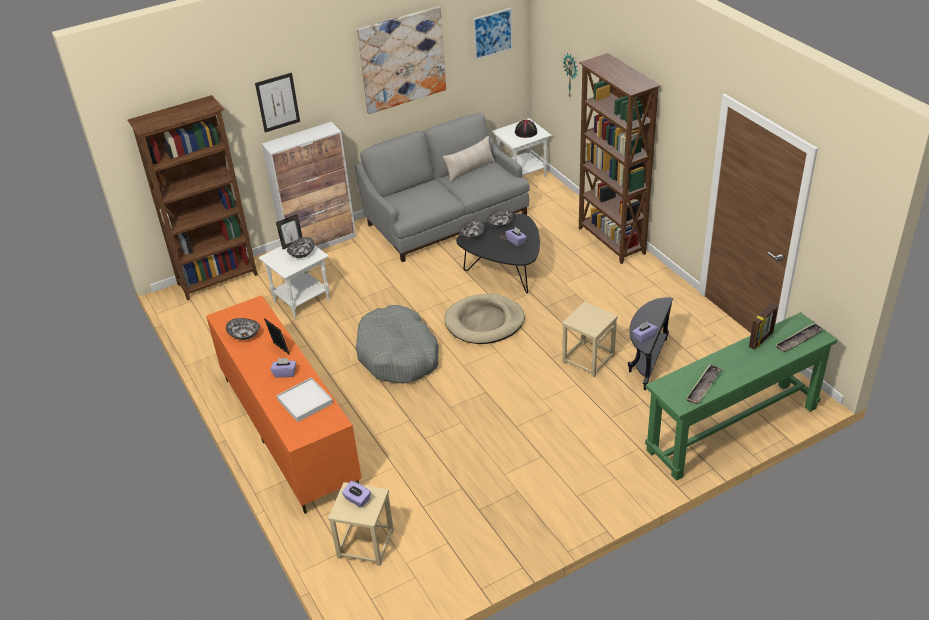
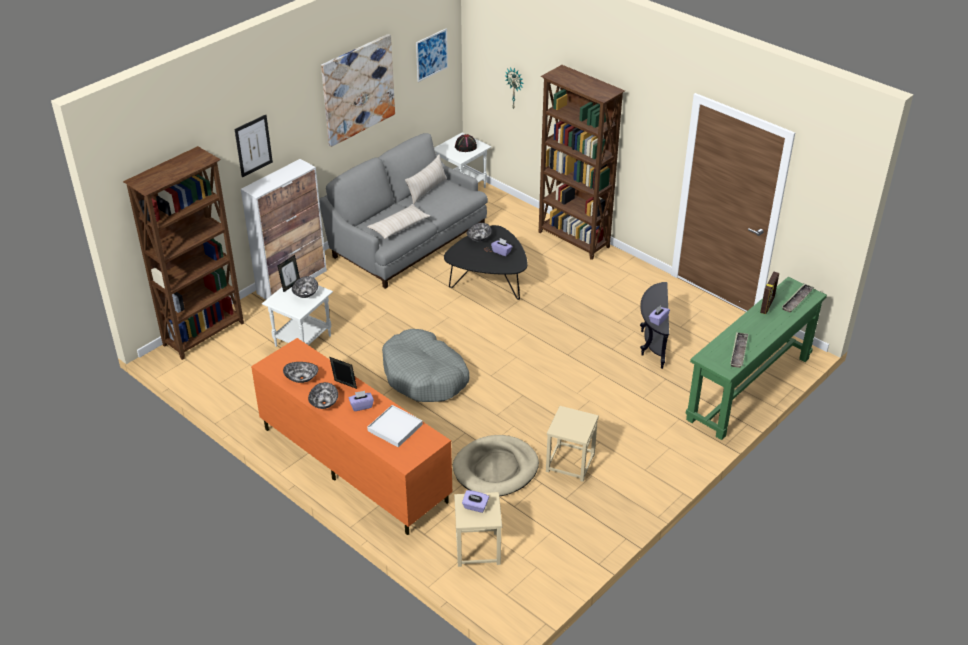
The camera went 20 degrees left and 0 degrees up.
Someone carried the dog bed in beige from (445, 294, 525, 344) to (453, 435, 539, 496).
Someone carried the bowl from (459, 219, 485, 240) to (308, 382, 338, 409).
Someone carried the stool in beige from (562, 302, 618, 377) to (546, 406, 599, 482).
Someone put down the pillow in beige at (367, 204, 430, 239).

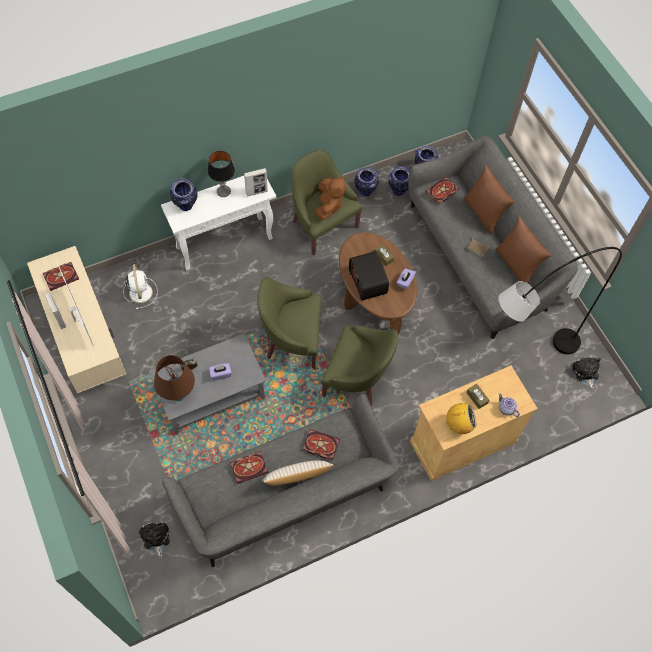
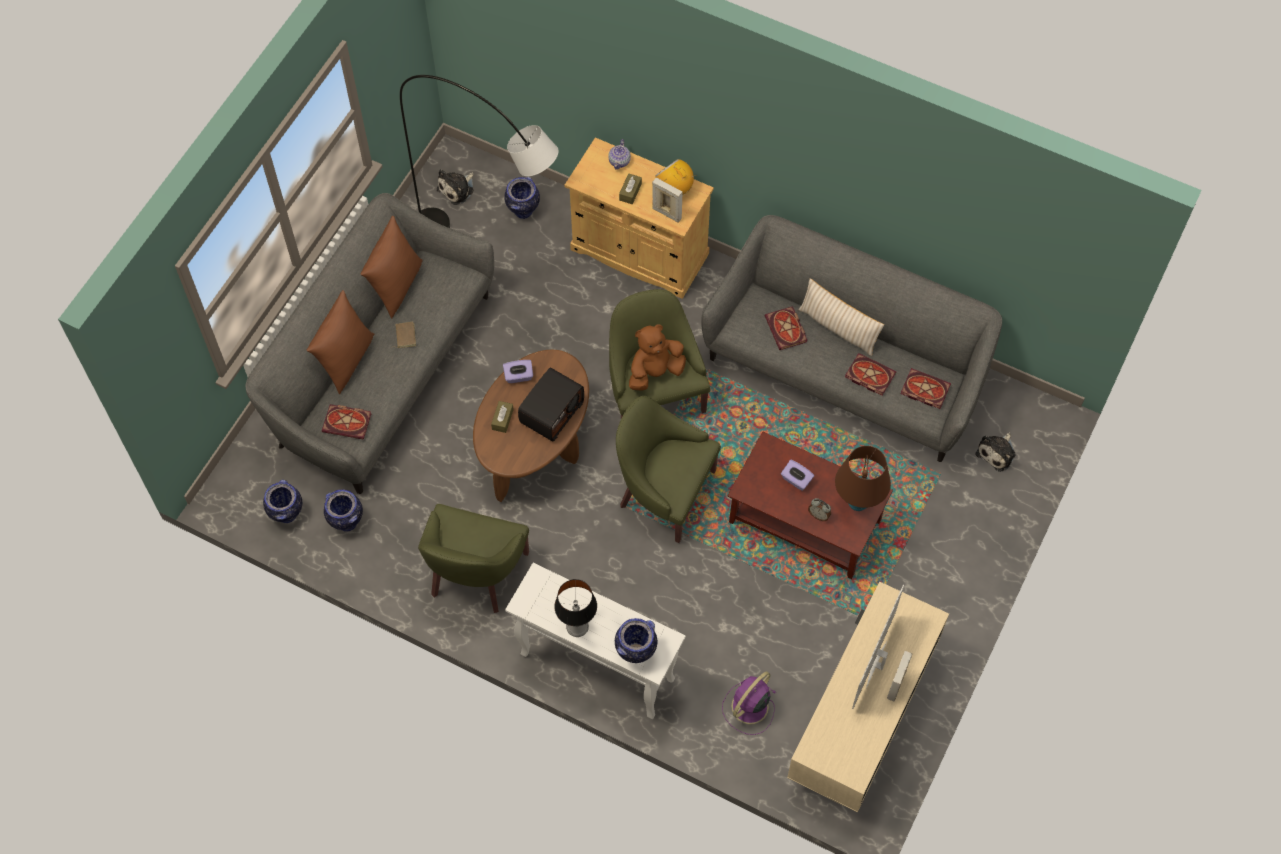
The camera went 125 degrees left and 0 degrees up.
Someone carried the book from (43, 262, 79, 291) to (901, 368, 951, 409).
Someone repainted the fan in white at (123, 264, 158, 309), which became the fan in purple at (722, 671, 776, 735).
Someone repainted the coffee table in grey at (149, 334, 266, 435), which became the coffee table in brown at (727, 432, 893, 579).
Someone carried the picture frame from (244, 168, 268, 197) to (652, 178, 682, 223).
Someone rotated the armchair in green at (257, 277, 321, 368) by 150 degrees clockwise.
Someone carried the plush toy in brown from (315, 176, 345, 220) to (629, 324, 686, 391).
Someone carried the vase from (355, 167, 379, 197) to (504, 177, 540, 219).

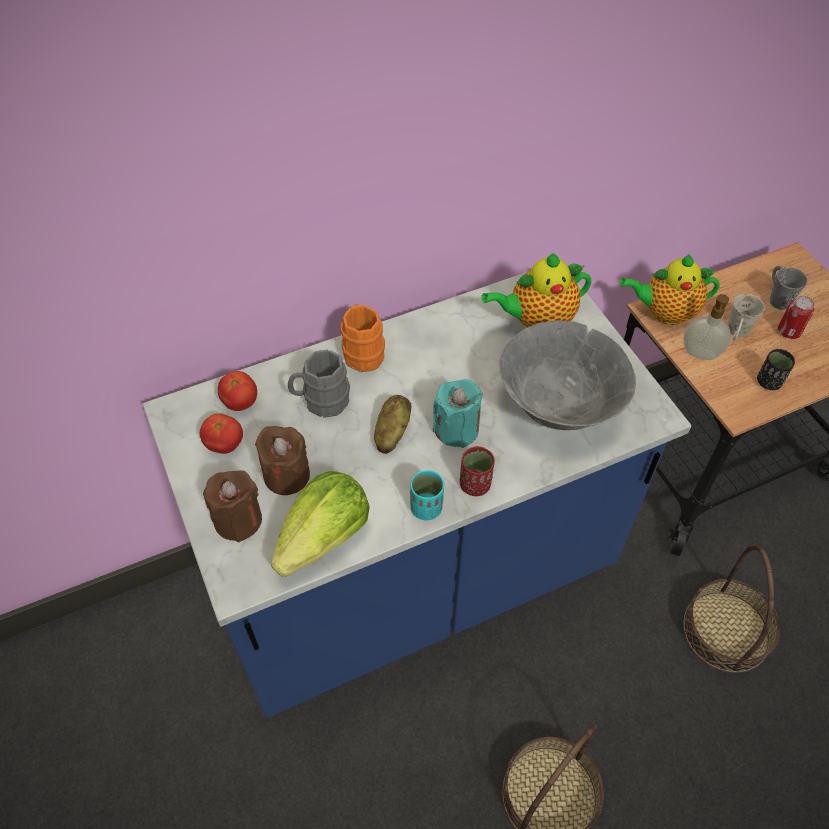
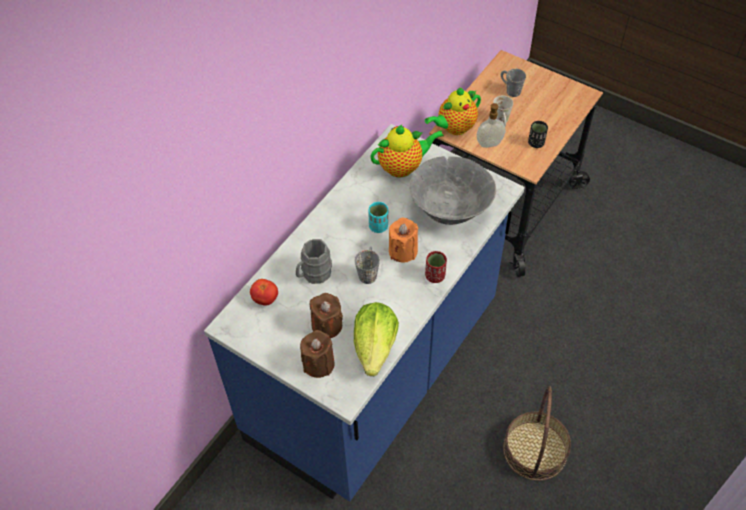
The camera went 30 degrees left and 0 degrees up.
Someone took away the tomato at (200, 414, 243, 454).
Someone took away the mug in orange at (340, 304, 385, 372).
Someone swapped the potato at (374, 395, 411, 454) for the mug in grey at (355, 247, 380, 284).
Someone carried the cup in turquoise from (410, 470, 444, 520) to (369, 202, 388, 233).
Someone repainted the candle in turquoise at (433, 379, 482, 448), which became the candle in orange at (389, 218, 419, 263).
Someone rotated the teapot at (481, 253, 591, 328) by 150 degrees counterclockwise.
Someone took away the basket at (683, 545, 780, 673).
Someone took away the can at (778, 295, 814, 339).

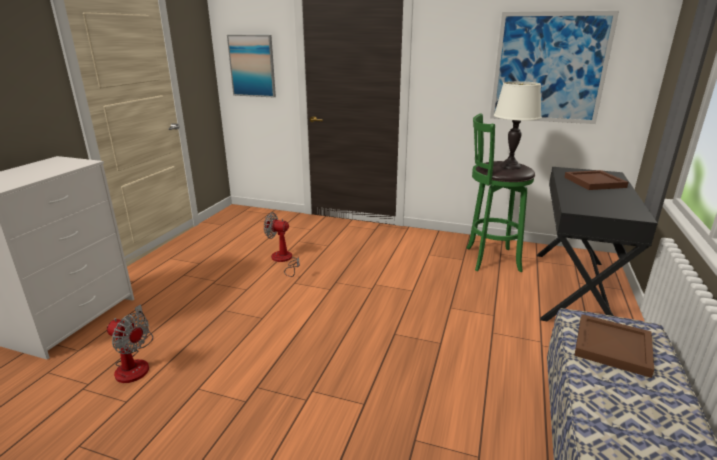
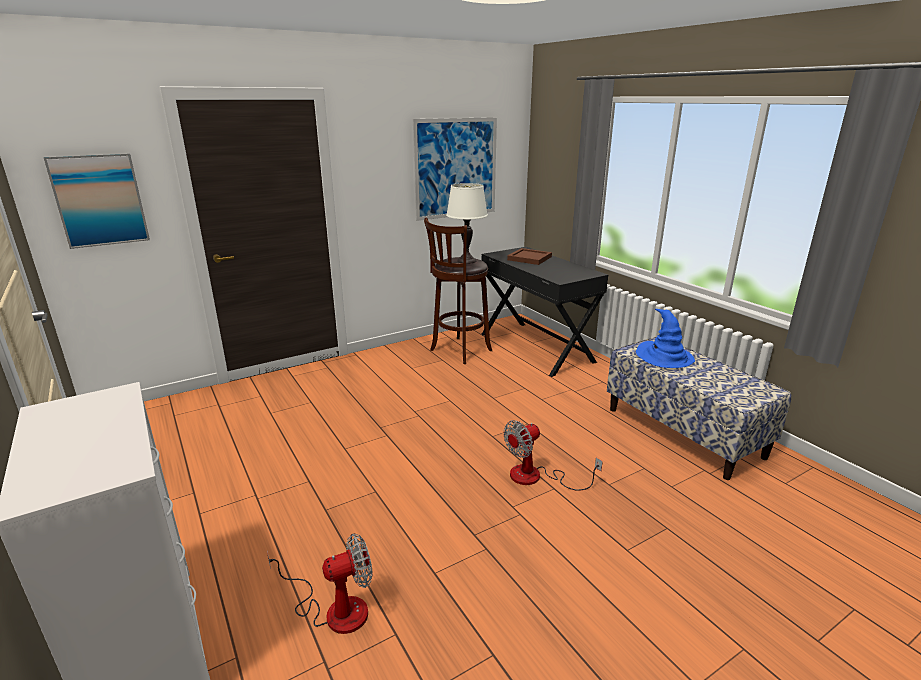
The camera went 50 degrees left and 0 degrees up.
Someone carried the fan from (264, 212, 300, 277) to (504, 420, 603, 490).
Someone repainted the stool in green at (466, 113, 535, 272), which became the stool in brown at (424, 218, 492, 364).
Someone swapped the tray in brown at (574, 314, 654, 378) for the hat in blue at (636, 309, 695, 368).

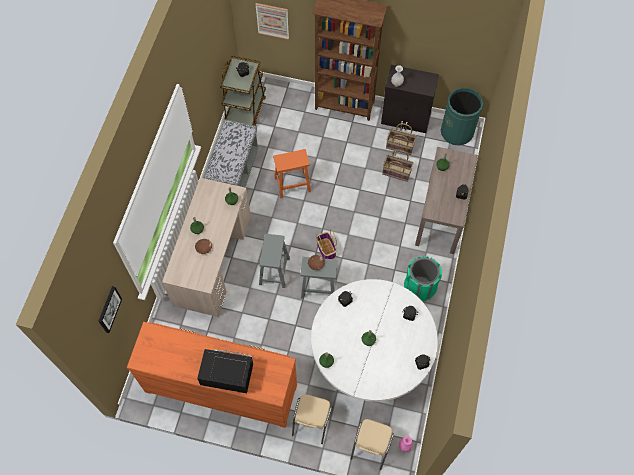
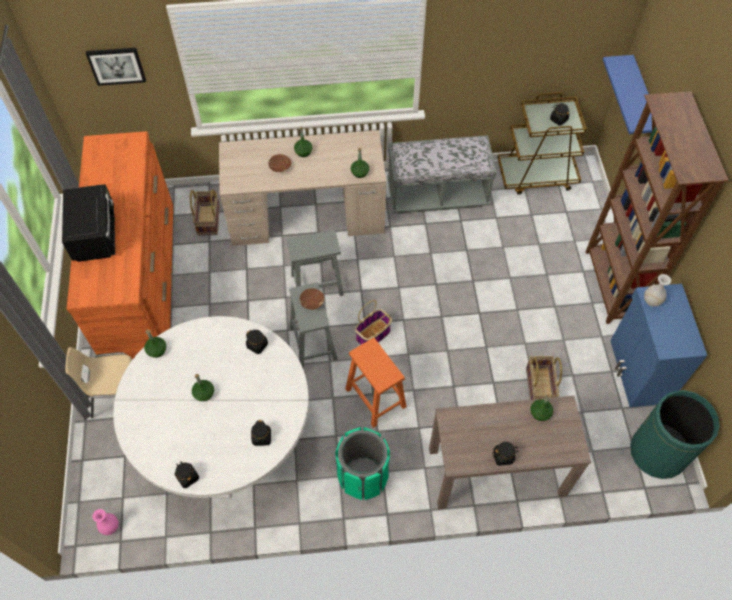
The camera went 70 degrees right and 5 degrees down.
Someone swapped the picture at (255, 3, 289, 40) for the shelf in blue at (603, 55, 656, 136).
Someone carried the stool in orange from (273, 149, 311, 199) to (345, 338, 406, 428).
Someone took away the chair in beige at (350, 419, 394, 470).
Someone repainted the cabinet in black at (381, 65, 439, 133), which became the cabinet in blue at (610, 284, 708, 407).
Someone carried the basket from (386, 123, 417, 155) to (190, 189, 220, 236).

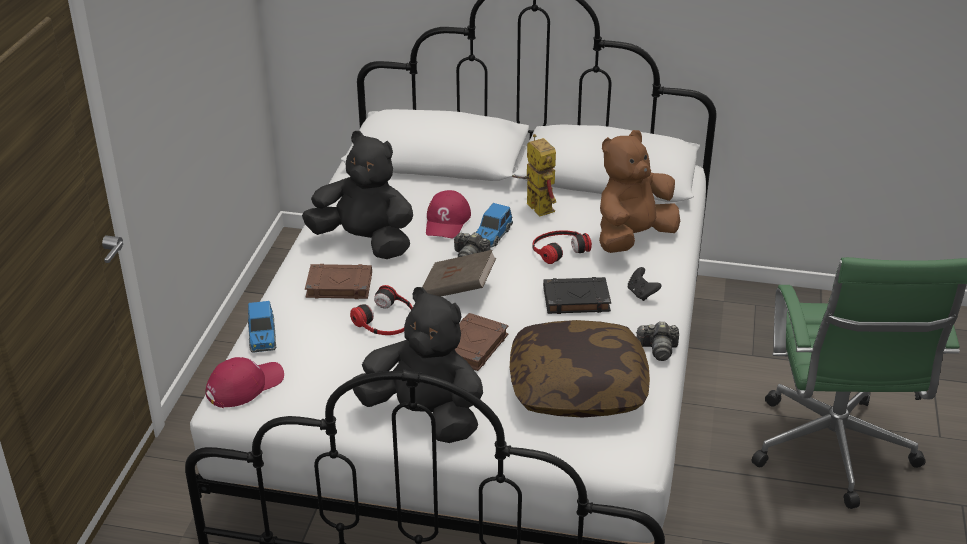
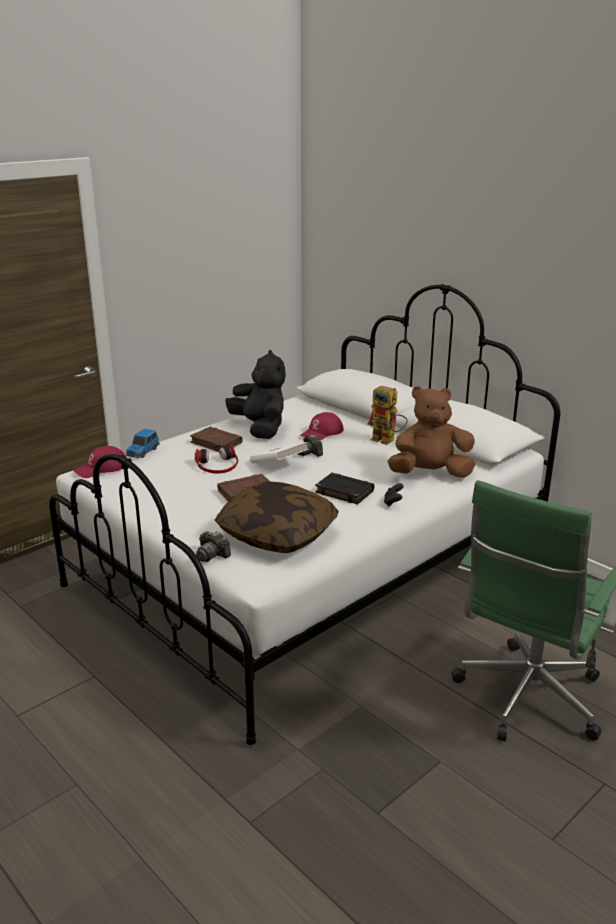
The camera went 35 degrees right and 10 degrees down.
Someone rotated the cap in red at (205, 357, 284, 408) by 150 degrees clockwise.
Someone took away the plush toy in black at (353, 287, 483, 443).
Someone repainted the book in brown at (422, 250, 496, 297), which became the book in white at (250, 442, 309, 463).
Someone took away the toy car at (475, 203, 513, 248).
Someone rotated the toy robot at (512, 134, 556, 217) by 120 degrees clockwise.
Someone took away the headphones at (532, 230, 592, 264).
Someone carried the photo camera from (637, 321, 679, 361) to (196, 531, 231, 562).

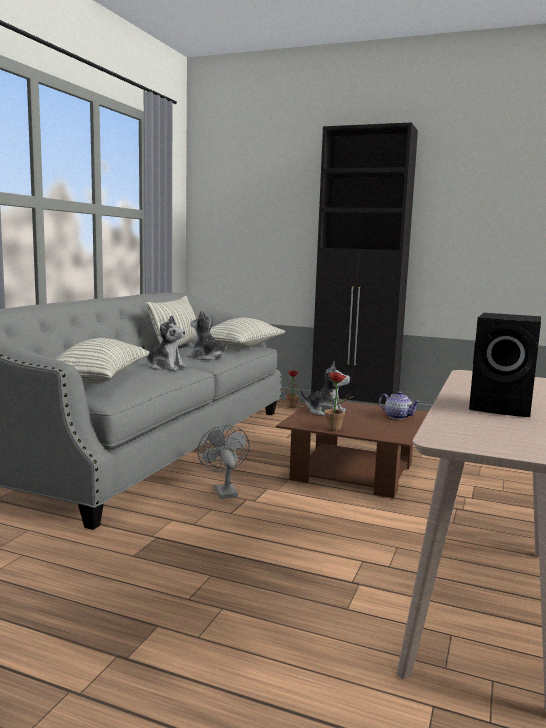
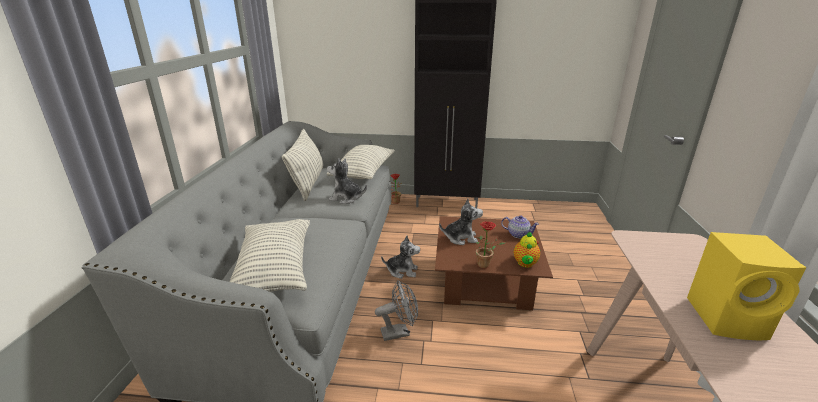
The camera went 15 degrees left and 15 degrees up.
Someone carried the plush toy from (142, 315, 187, 371) to (381, 235, 420, 279).
Someone rotated the fan in grey at (197, 425, 250, 499) by 105 degrees clockwise.
Someone repainted the speaker in black at (469, 313, 541, 417), which became the speaker in yellow at (687, 232, 806, 340).
Someone put down the teapot at (514, 232, 540, 268).

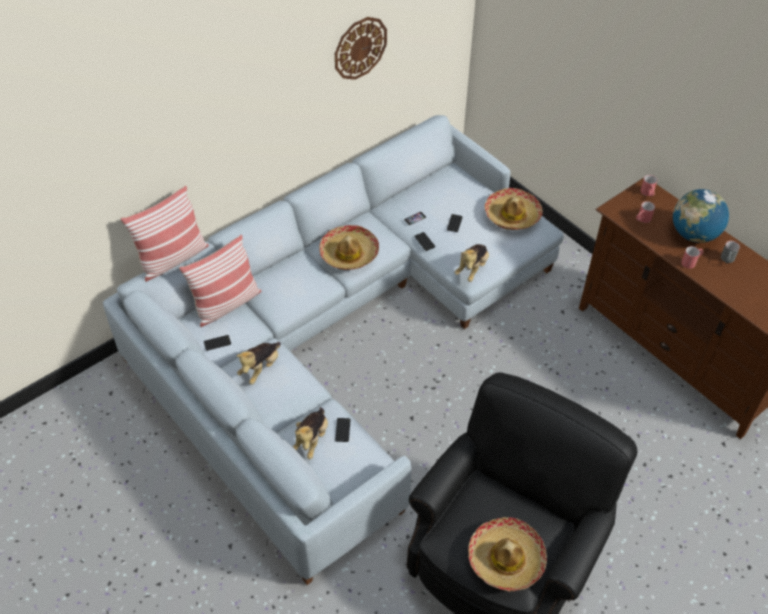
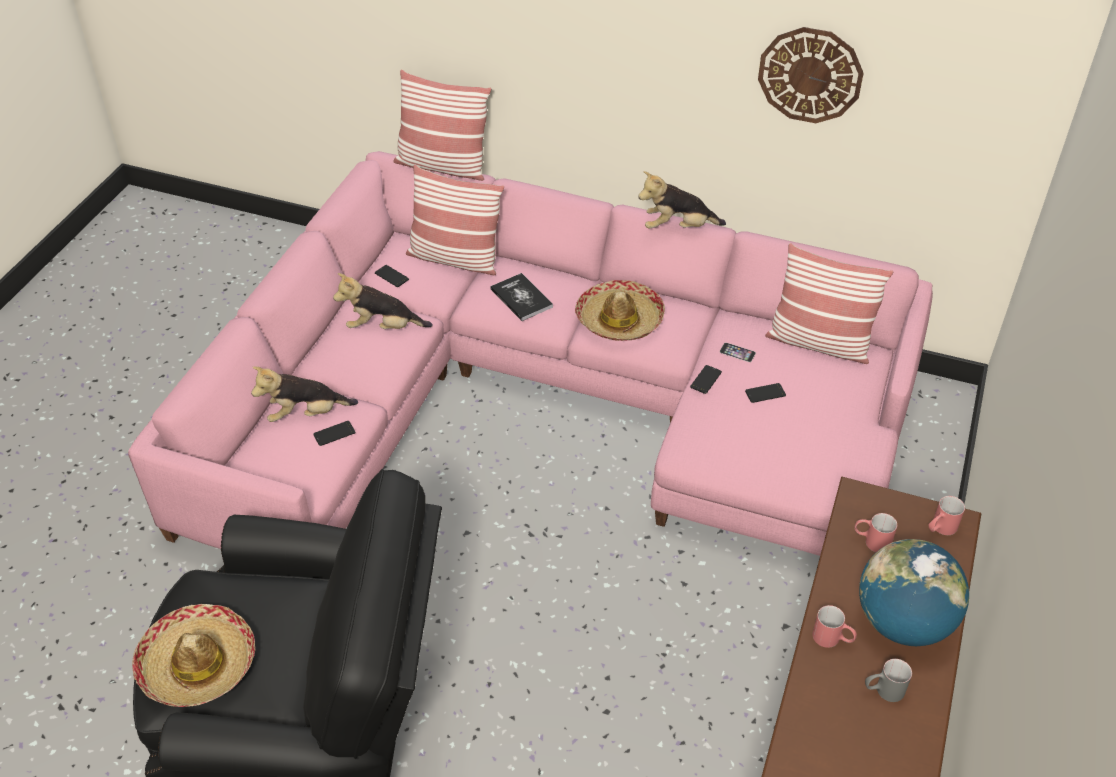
The camera went 60 degrees right and 5 degrees down.
Someone repainted the sofa in grey at (103, 115, 564, 585), which became the sofa in pink at (128, 151, 933, 556).
Someone carried the plush toy from (454, 244, 489, 282) to (638, 171, 726, 228).
Someone took away the hat at (485, 188, 543, 230).
Someone put down the book at (490, 273, 553, 321).
Someone put down the pillow at (765, 243, 893, 364).

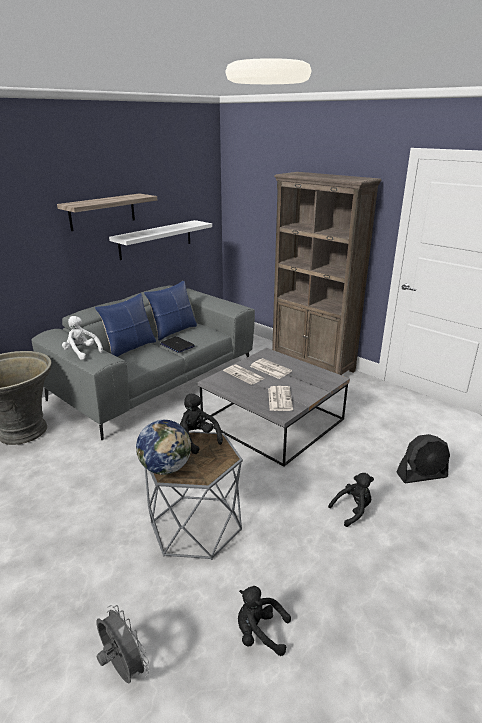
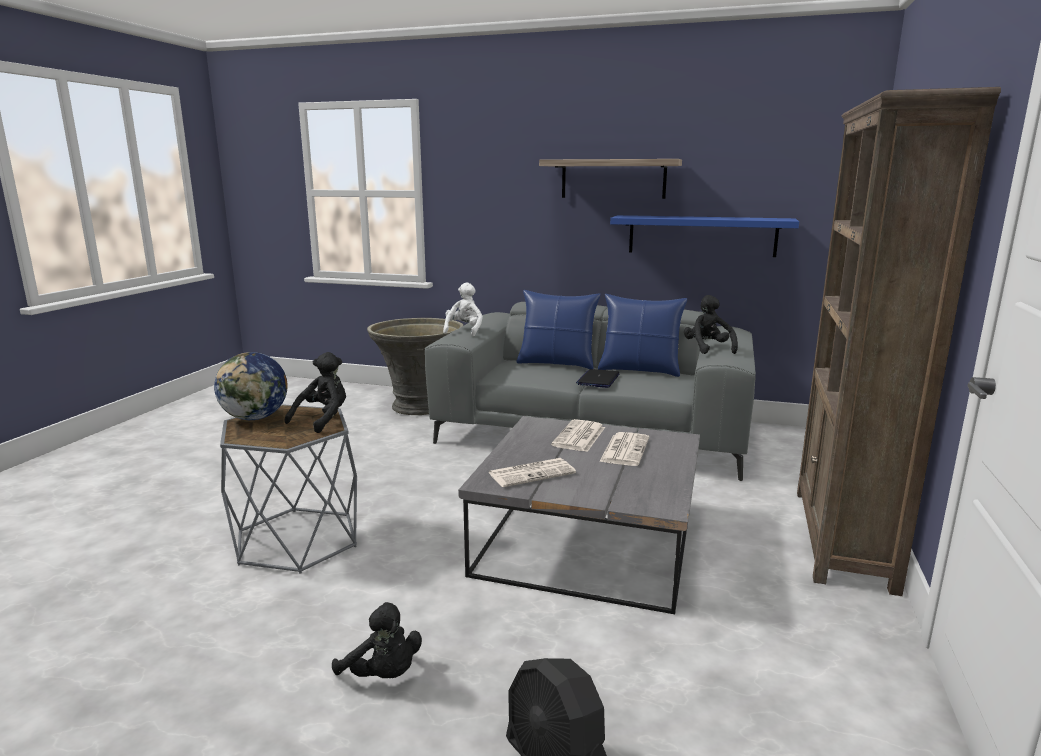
The camera went 65 degrees right and 10 degrees down.
Someone took away the fan in grey at (96, 605, 150, 684).
Someone repainted the shelf in white at (109, 220, 212, 260), which became the shelf in blue at (610, 215, 799, 257).
Someone carried the plush toy in black from (238, 586, 291, 656) to (684, 295, 738, 354).

